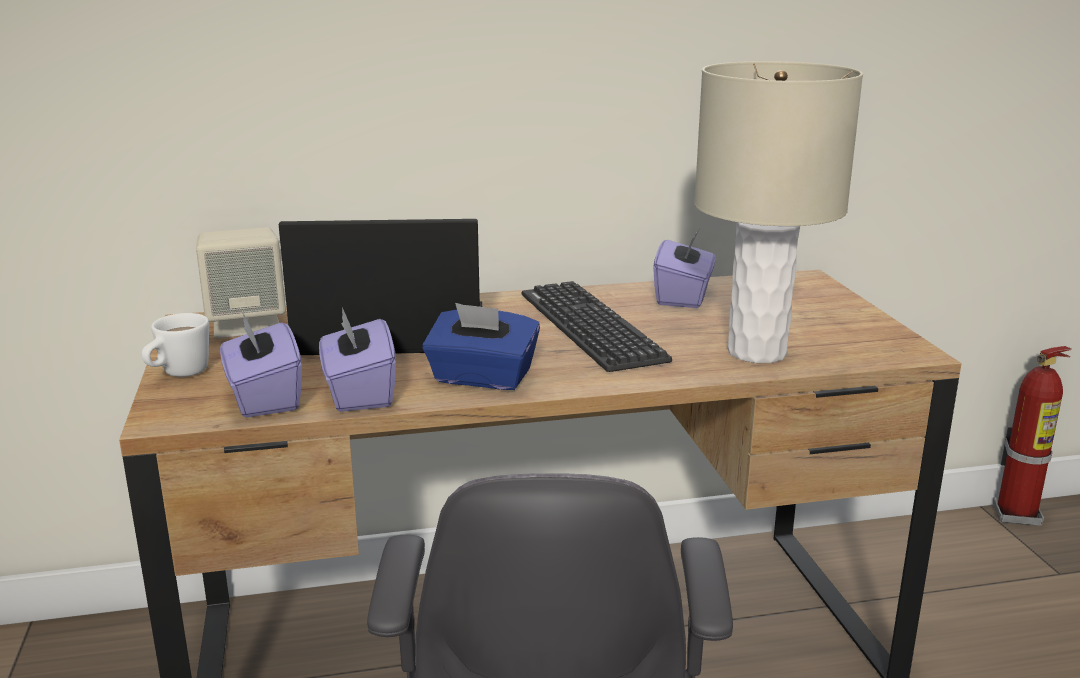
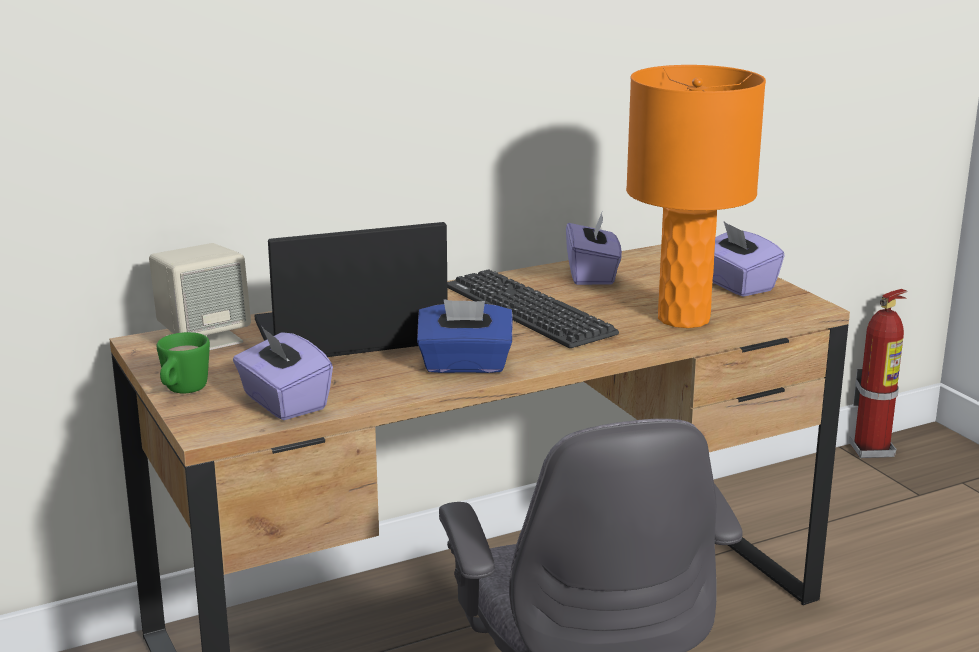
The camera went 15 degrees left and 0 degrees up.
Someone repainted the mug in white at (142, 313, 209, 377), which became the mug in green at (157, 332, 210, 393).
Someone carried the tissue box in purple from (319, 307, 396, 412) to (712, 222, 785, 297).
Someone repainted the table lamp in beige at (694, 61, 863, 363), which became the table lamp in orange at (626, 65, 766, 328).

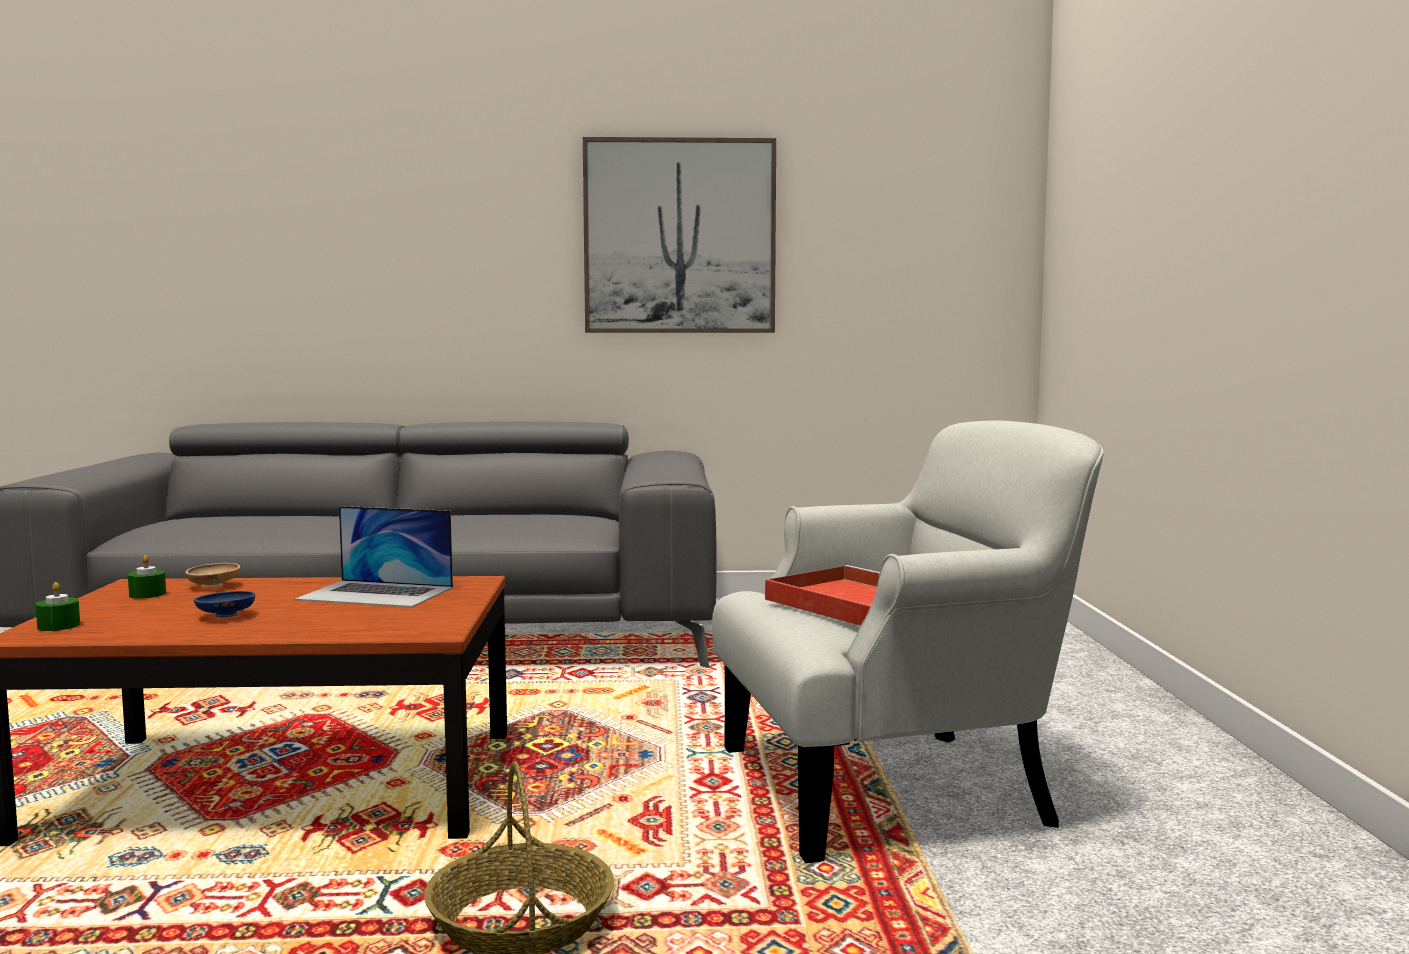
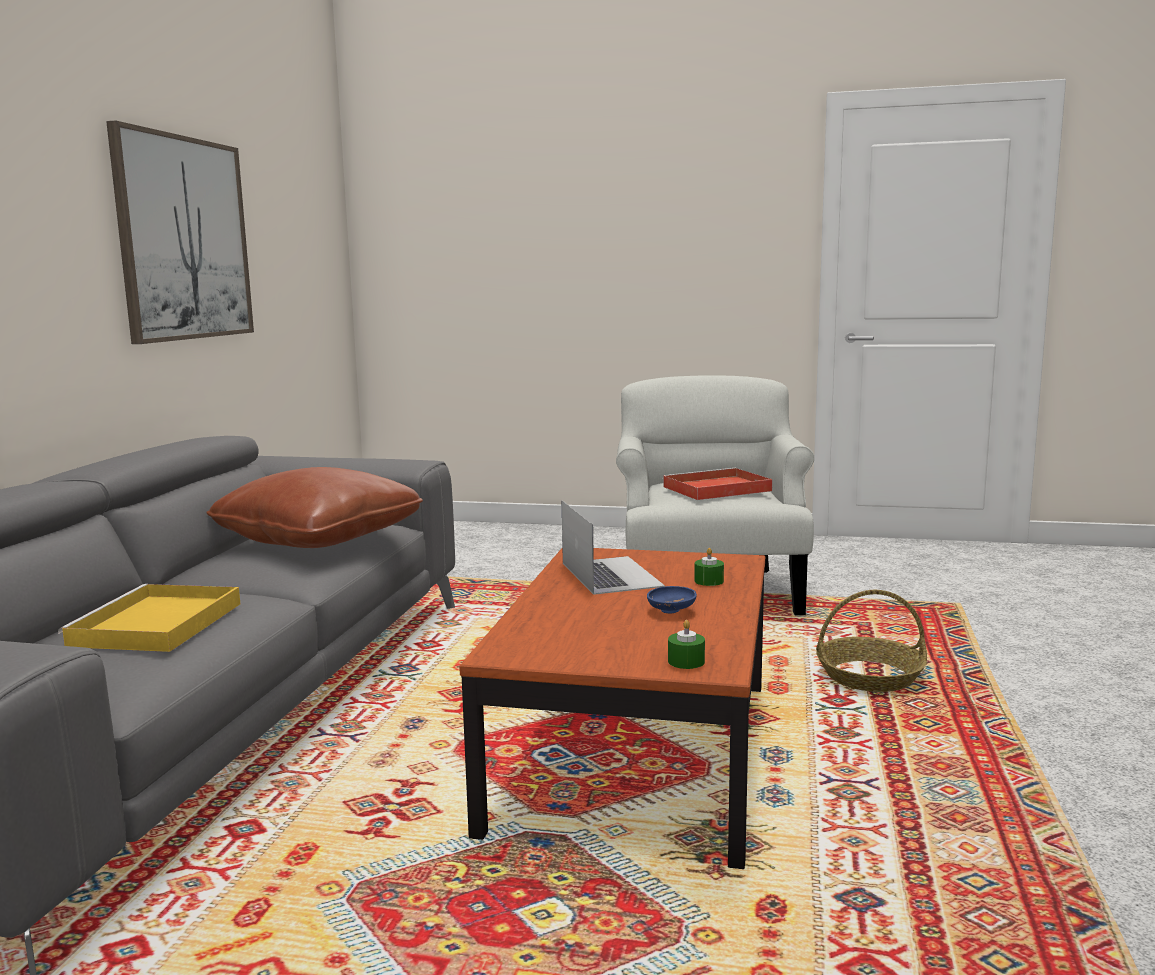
The camera went 75 degrees left and 5 degrees up.
Someone carried the candle in green from (128, 555, 166, 599) to (694, 548, 724, 586).
Someone took away the bowl in brown at (185, 563, 240, 588).
Someone rotated the laptop at (295, 506, 453, 608) by 45 degrees counterclockwise.
Someone put down the tray in yellow at (58, 584, 240, 652).
Someone put down the pillow in brown at (206, 467, 423, 548).

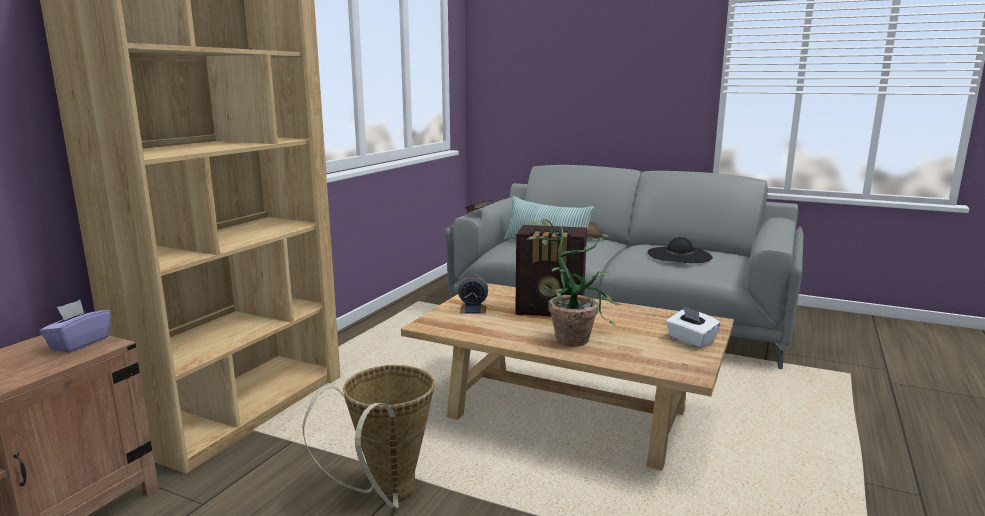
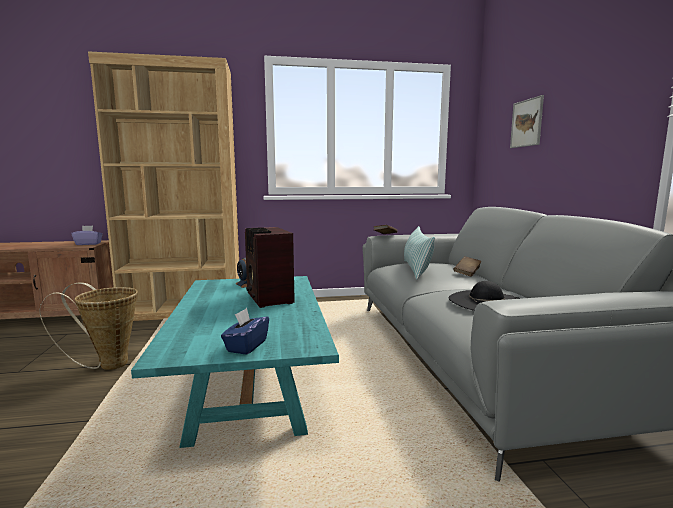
The camera went 55 degrees right and 5 degrees down.
Someone repainted the coffee table in beige at (401, 283, 734, 471), which became the coffee table in turquoise at (131, 276, 339, 448).
Someone took away the potted plant at (526, 219, 621, 347).
Someone repainted the tissue box in white at (666, 306, 721, 349), which became the tissue box in blue at (221, 308, 269, 355).
Someone put up the picture at (510, 95, 544, 148).

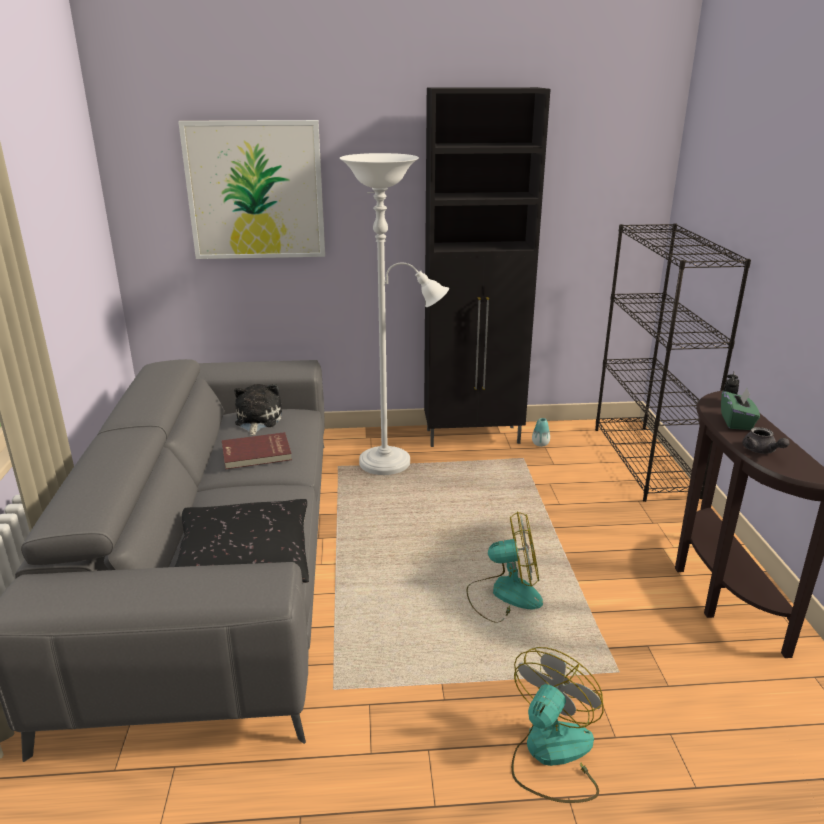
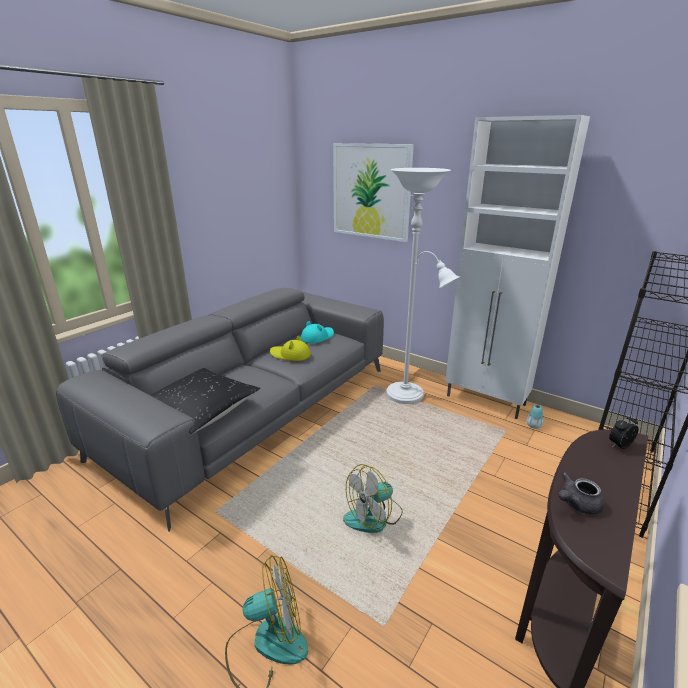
The camera went 40 degrees right and 0 degrees up.
Someone swapped the book in red at (222, 432, 292, 469) for the hat in yellow at (270, 336, 311, 361).
Someone swapped the plush toy at (234, 384, 282, 436) for the hat in turquoise at (301, 321, 334, 343).
Someone repainted the cabinet in black at (424, 87, 550, 447), which became the cabinet in white at (445, 115, 590, 419).
Someone rotated the fan at (466, 511, 543, 623) by 105 degrees clockwise.
Someone took away the tissue box in green at (721, 388, 760, 430).
Someone rotated the teapot in grey at (742, 427, 790, 454) by 45 degrees clockwise.

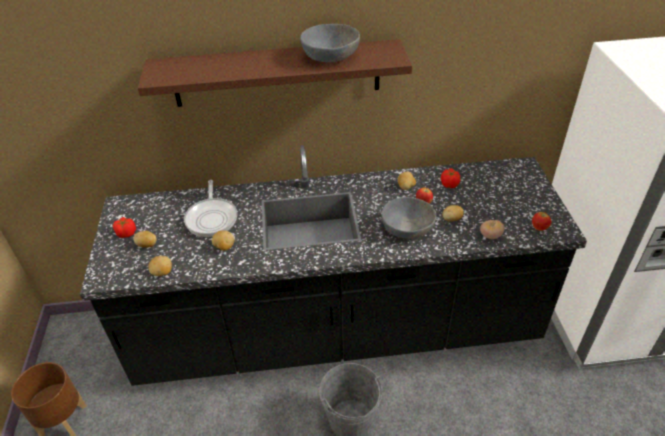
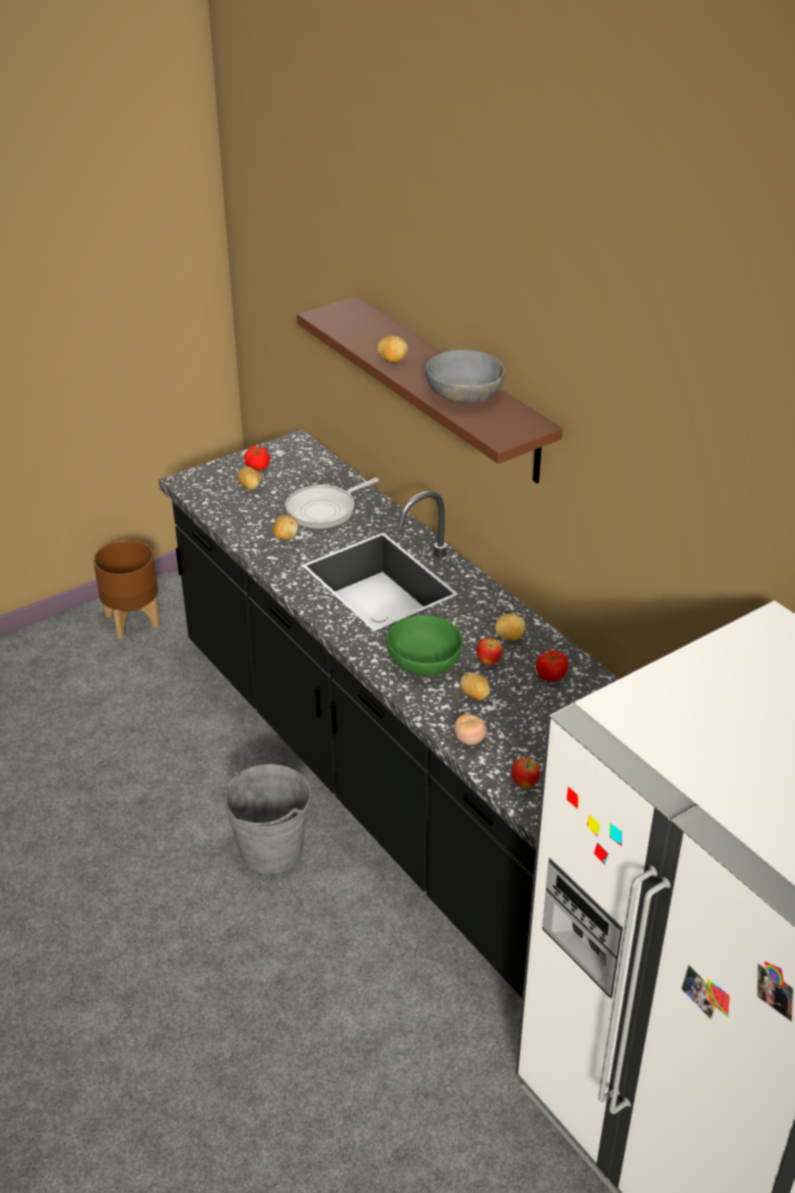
The camera went 60 degrees right and 5 degrees down.
Someone carried the potato from (149, 256, 172, 276) to (377, 335, 408, 363).
Someone repainted the bowl in grey at (381, 197, 436, 239), which became the bowl in green at (386, 615, 463, 676).

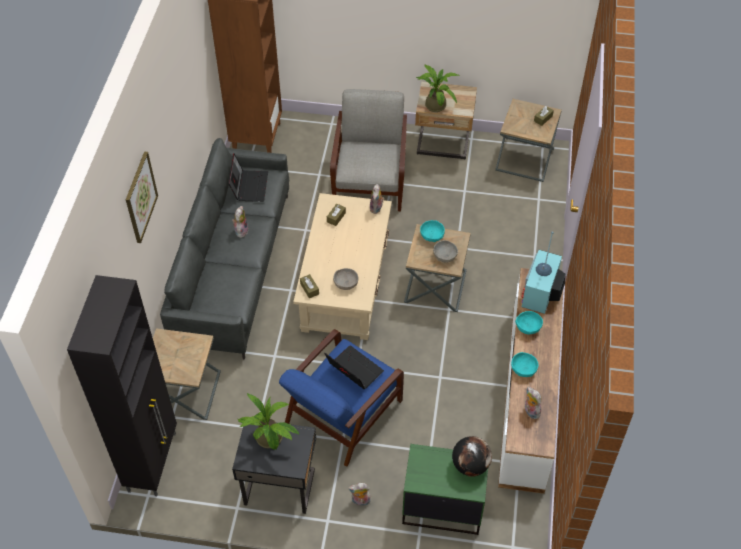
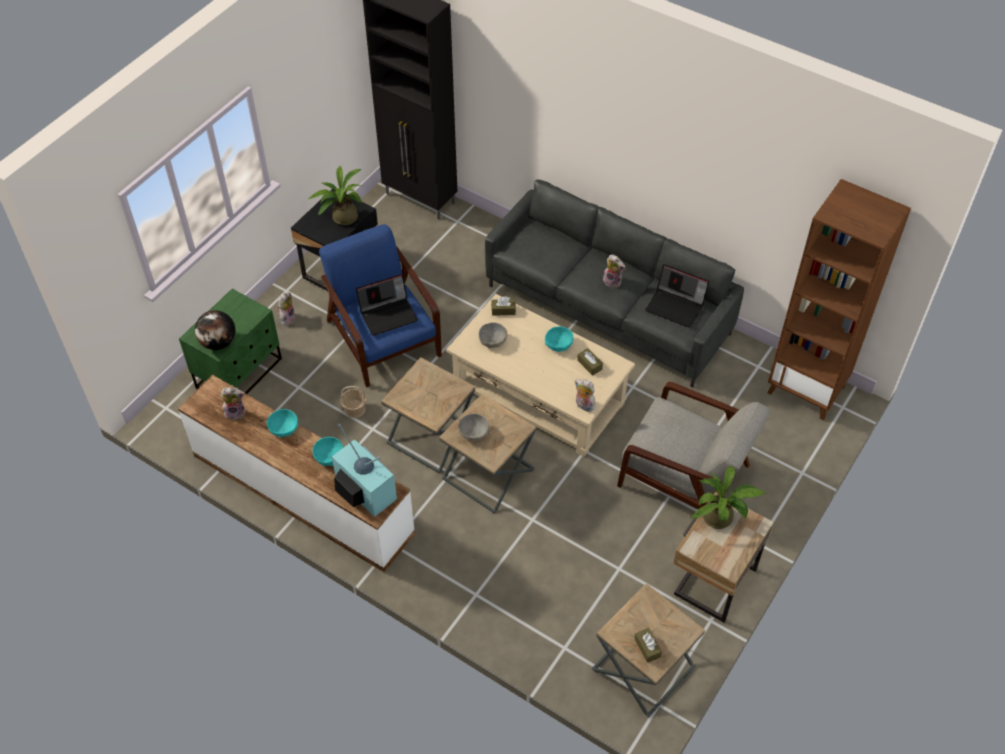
The camera went 115 degrees right and 0 degrees up.
Someone took away the picture at (126, 151, 158, 243).
Someone carried the side table in brown from (153, 328, 221, 420) to (381, 357, 475, 473).
Someone carried the bowl in turquoise from (420, 220, 445, 242) to (545, 326, 574, 352).
Someone put down the basket at (340, 386, 367, 418).

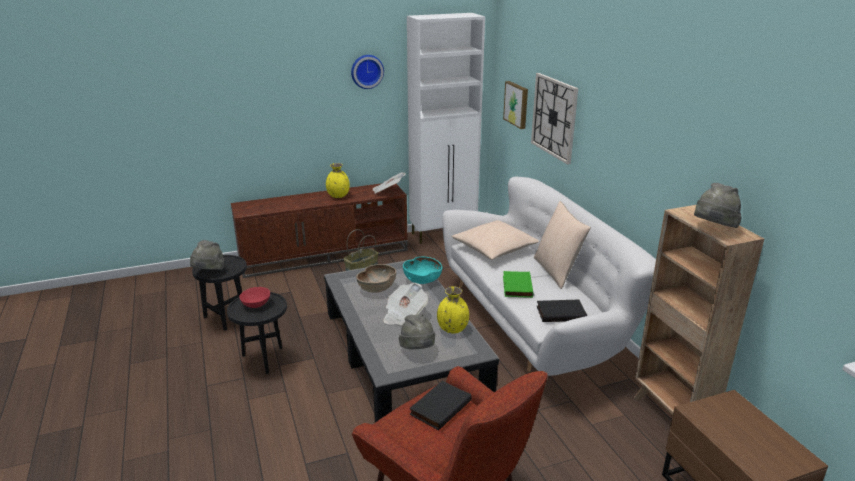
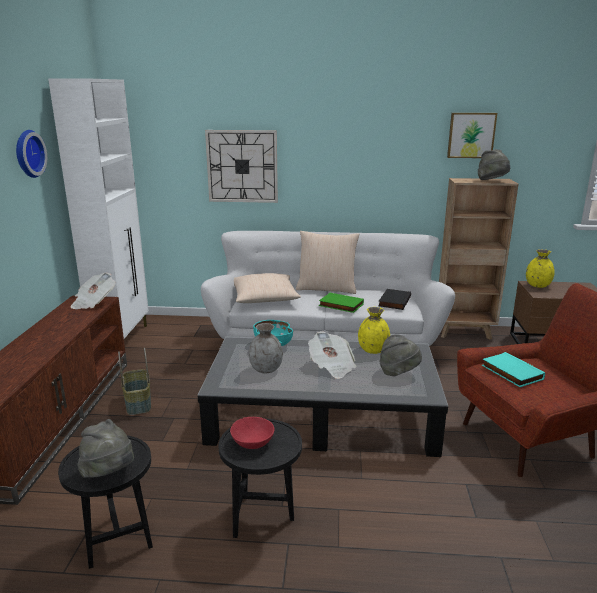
The camera went 65 degrees left and 5 degrees down.
Someone carried the vase in yellow from (326, 163, 350, 198) to (526, 249, 555, 288).
Someone swapped the bowl in brown at (356, 264, 396, 293) for the vase in grey at (249, 323, 283, 373).
Someone repainted the book in black at (409, 381, 471, 431), which became the book in turquoise at (482, 352, 545, 387).
Someone carried the picture from (503, 81, 528, 129) to (447, 113, 497, 158).

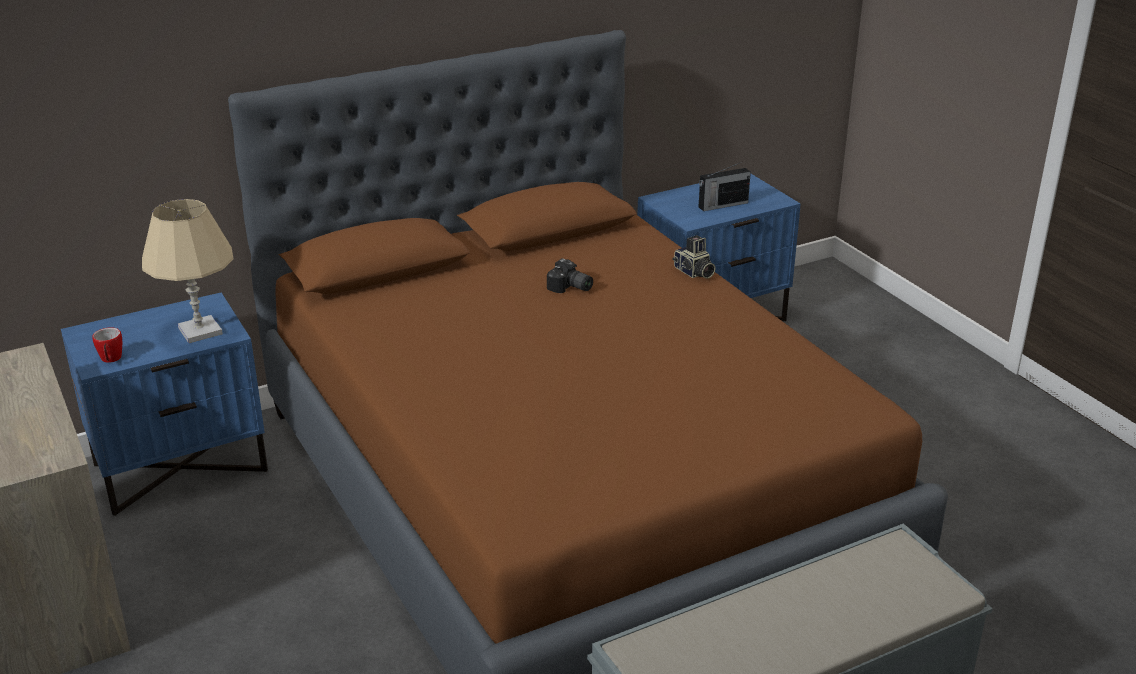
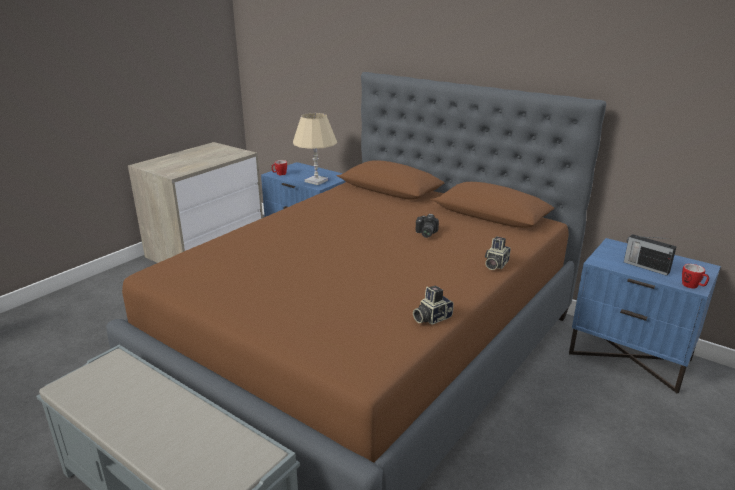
The camera went 65 degrees right and 5 degrees down.
Someone put down the photo camera at (413, 286, 454, 325).
Someone put down the mug at (682, 264, 709, 288).

